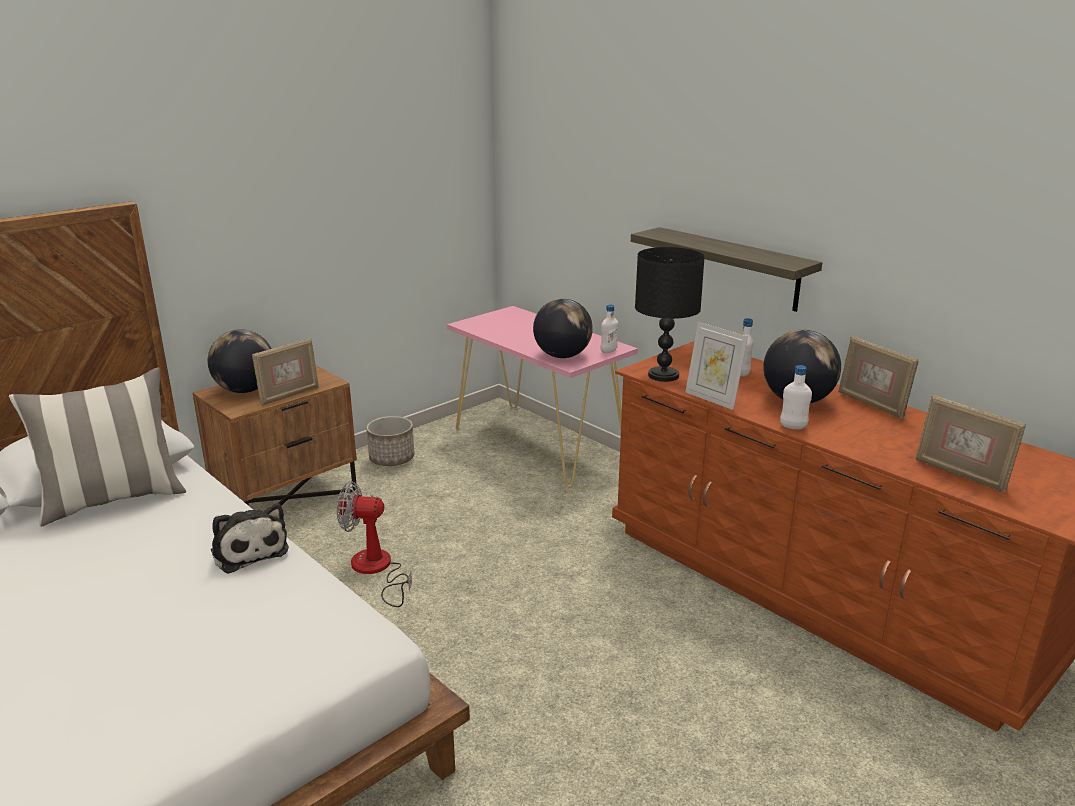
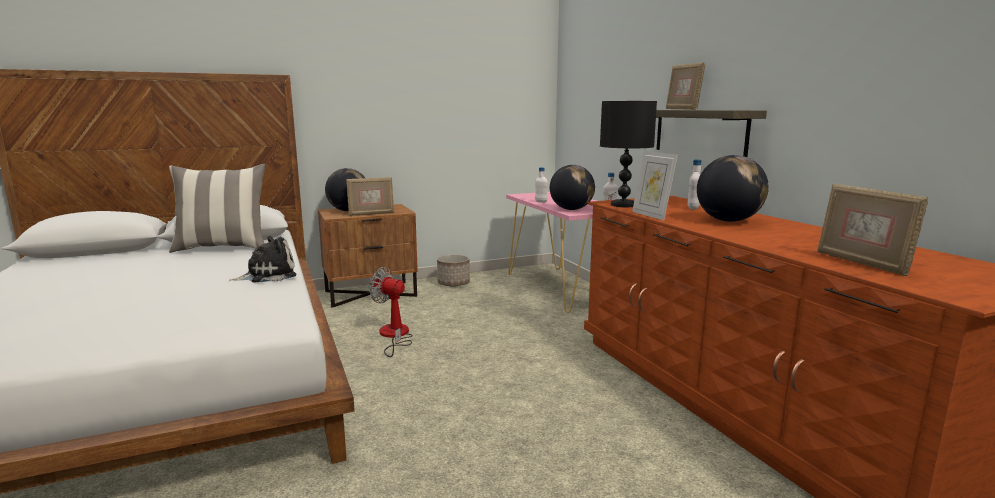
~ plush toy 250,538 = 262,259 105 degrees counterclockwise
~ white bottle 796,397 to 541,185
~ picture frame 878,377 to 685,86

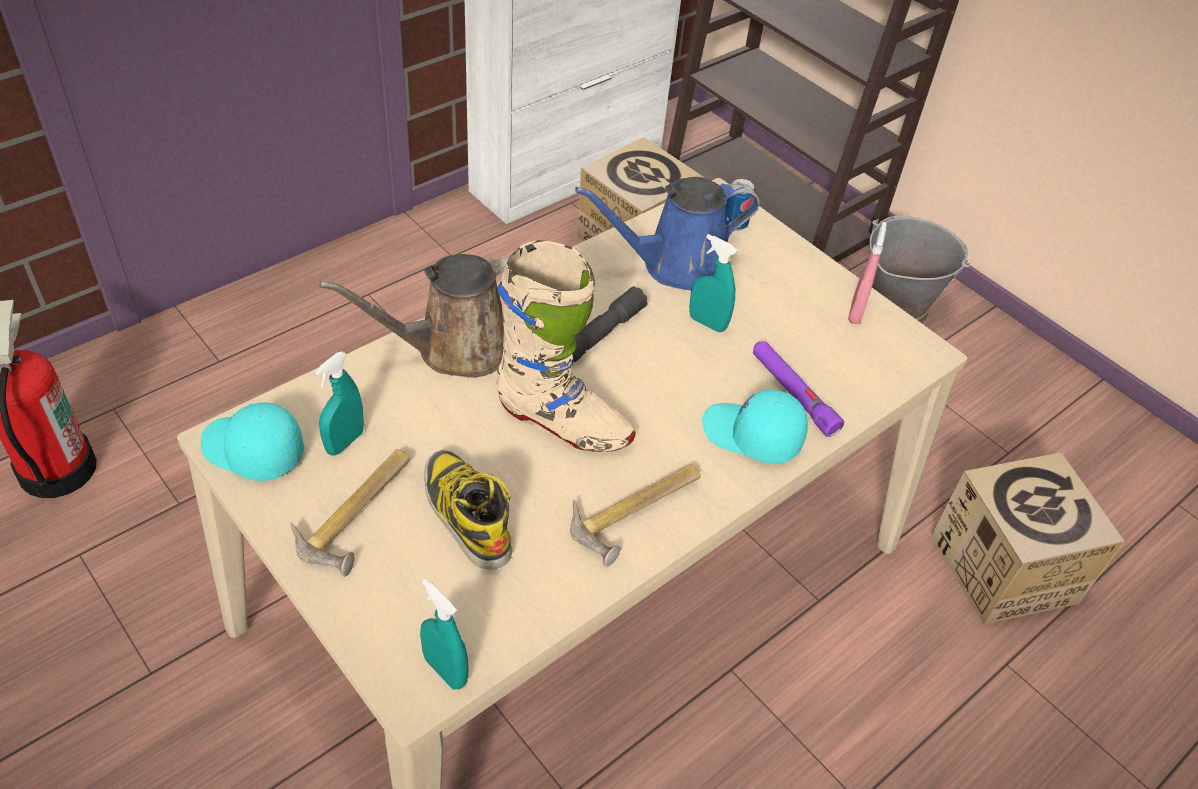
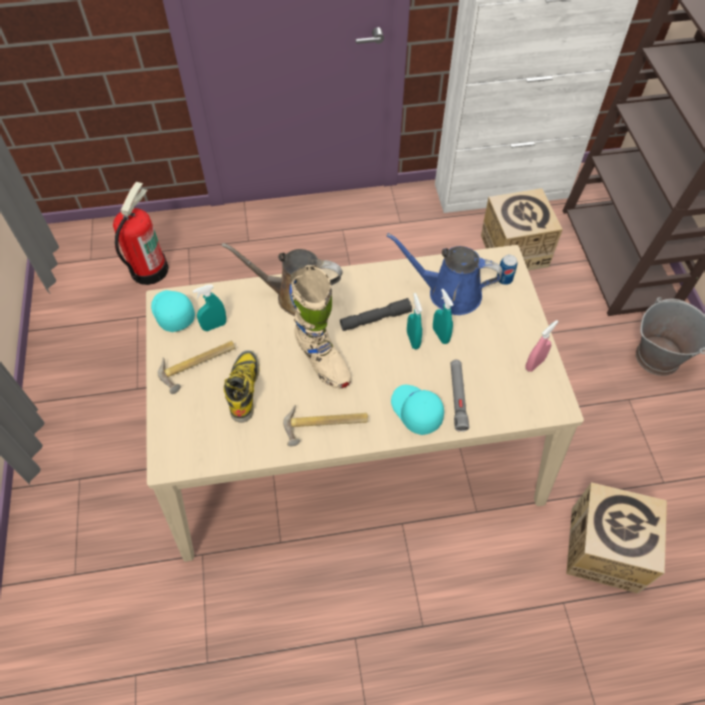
~ turquoise spray bottle 444,634 to 414,321
~ purple flashlight 798,389 to grey flashlight 460,395

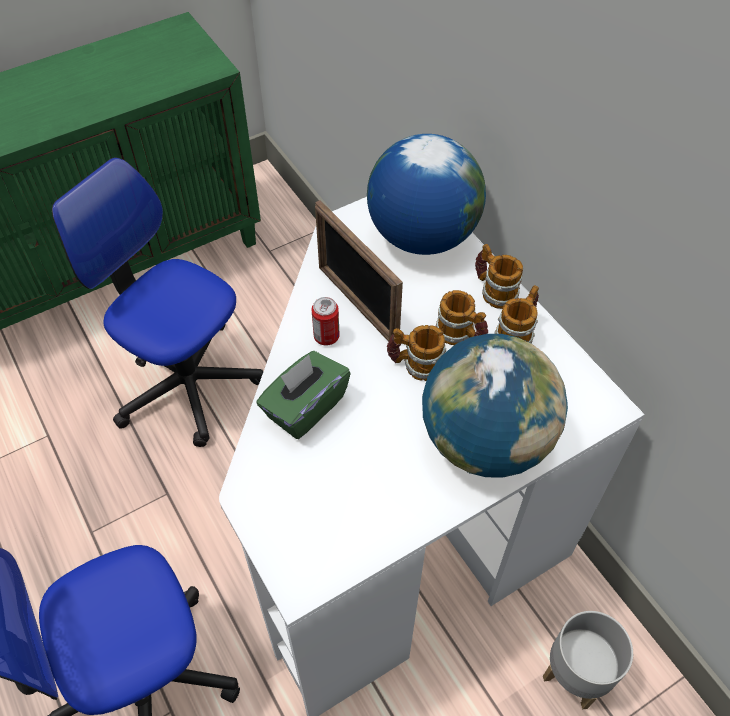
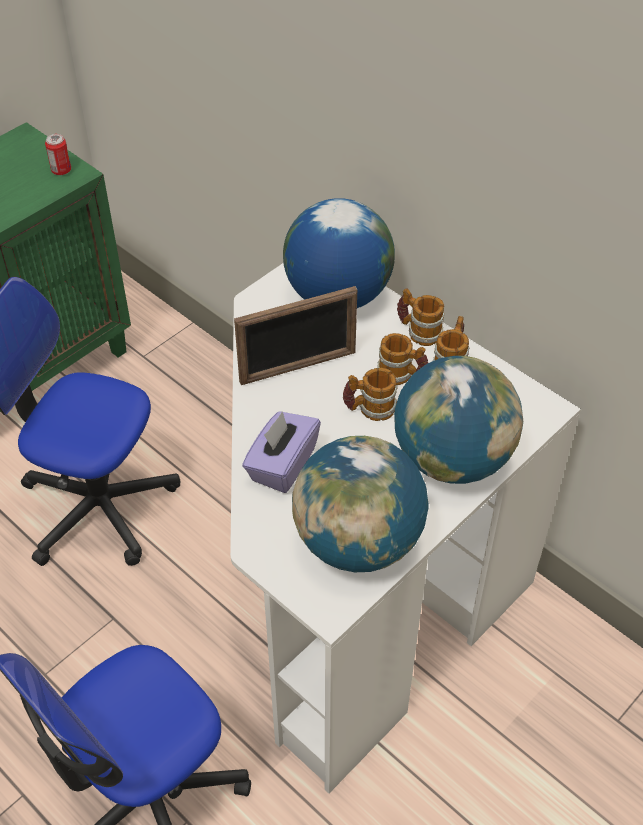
~ can 325,321 to 58,154
~ picture frame 359,271 = 295,335 60 degrees counterclockwise
~ green tissue box 303,395 to purple tissue box 281,452
+ globe 360,504
- grey planter 588,660

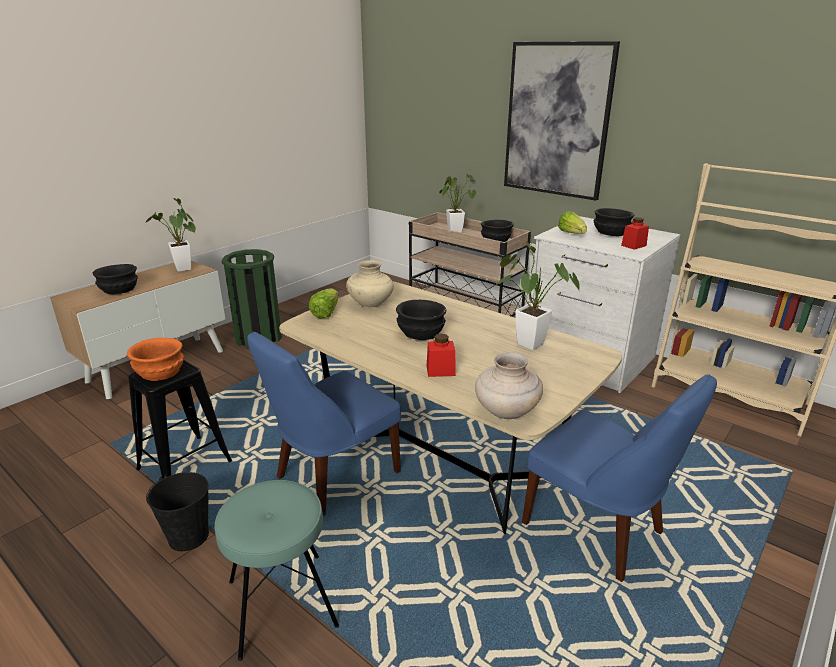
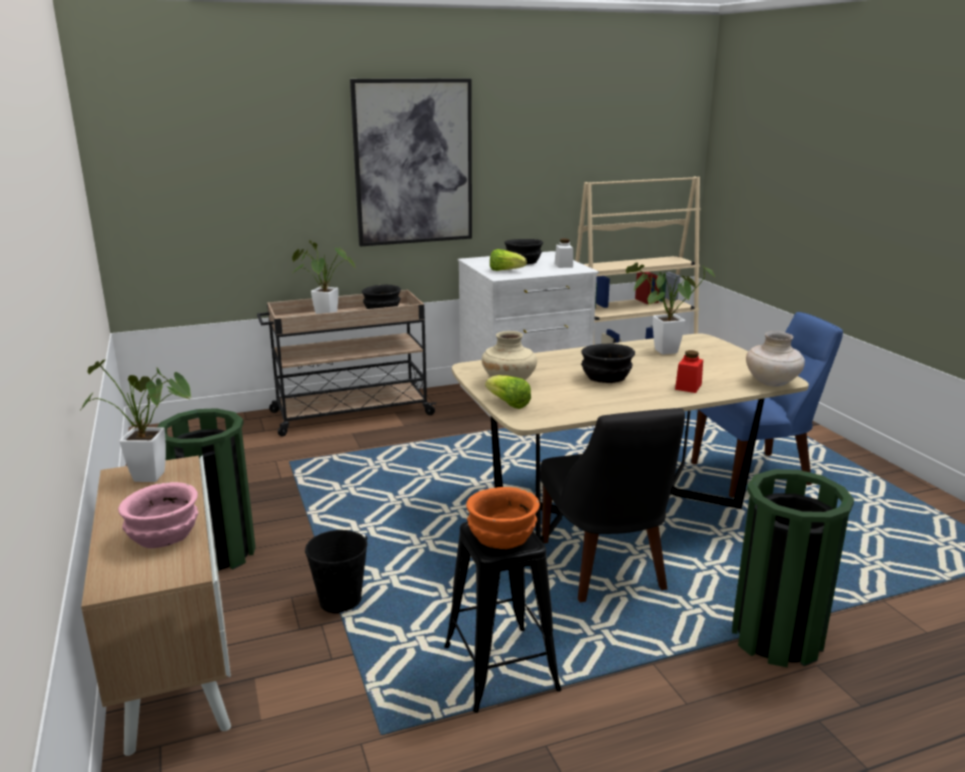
~ black bowl 115,279 to pink bowl 158,515
~ black bucket 177,511 to 336,572
~ blue chair 324,424 to black chair 612,505
~ red jar 635,233 to white jar 564,253
~ turquoise stool 277,570 to green trash can 793,568

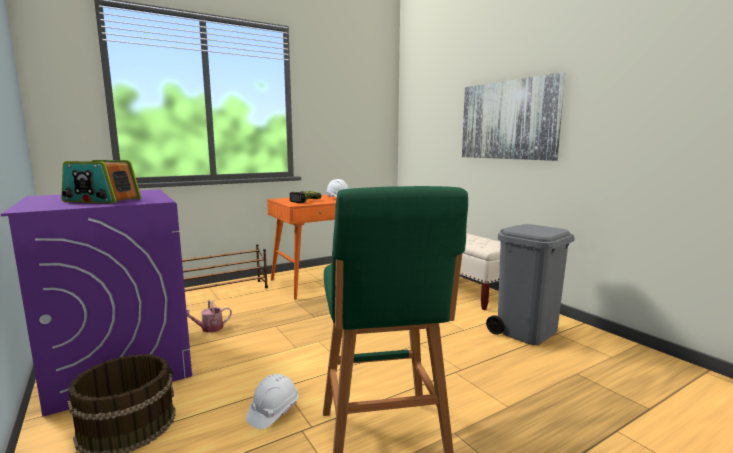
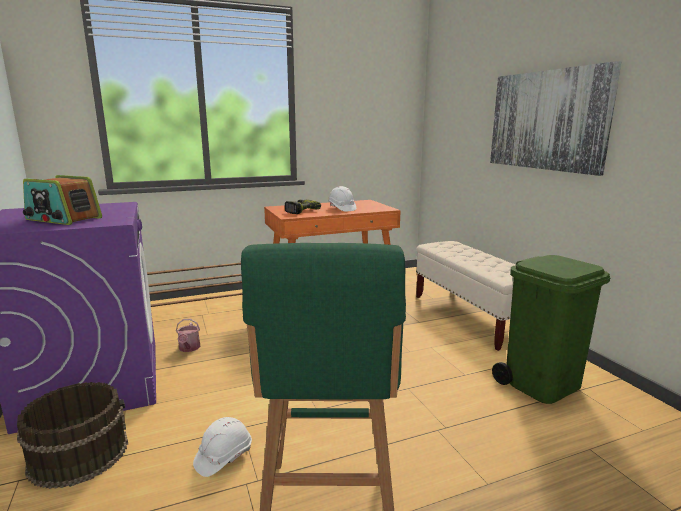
~ watering can 209,316 = 188,335 75 degrees counterclockwise
~ grey trash can 530,284 to green trash can 551,329

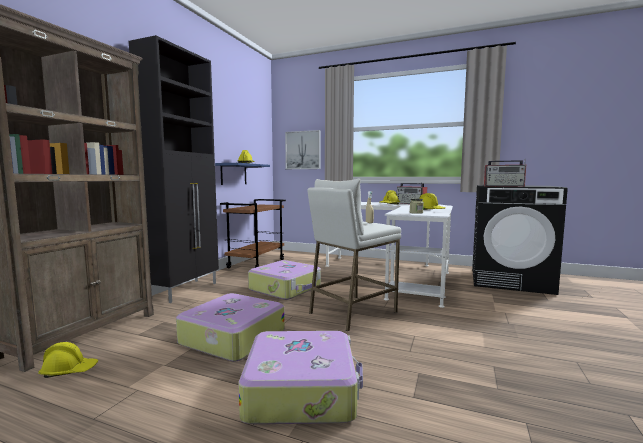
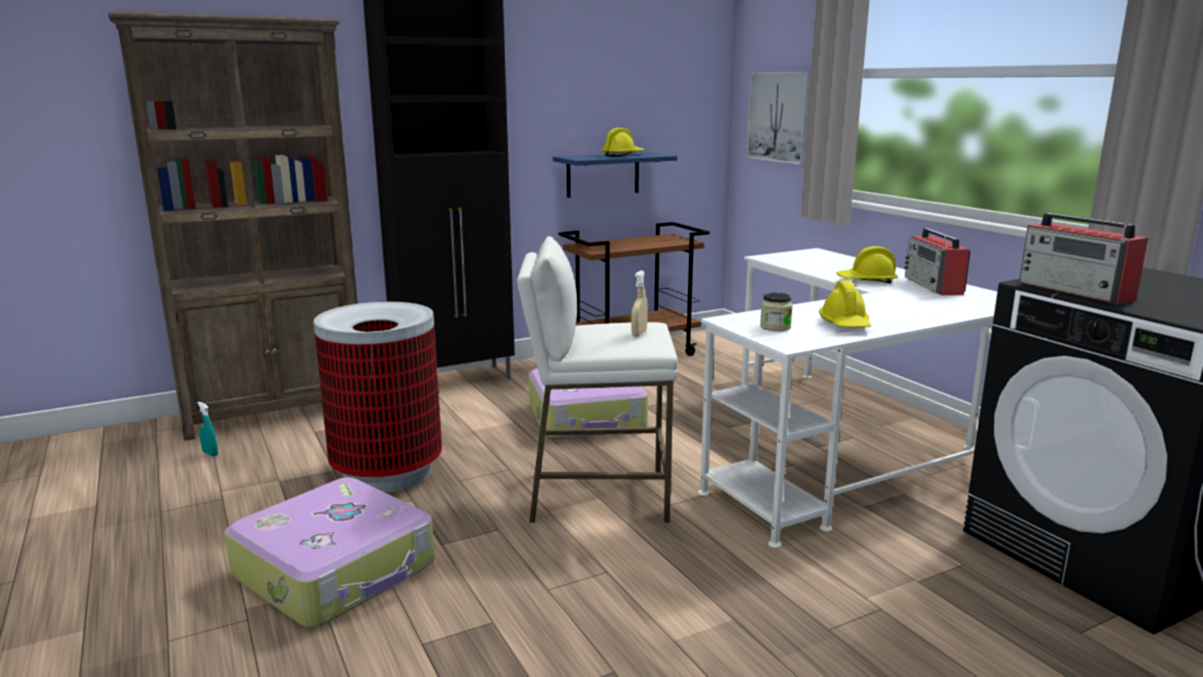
~ yellow hard hat 68,360 to turquoise spray bottle 207,429
~ suitcase 230,327 to trash can 378,397

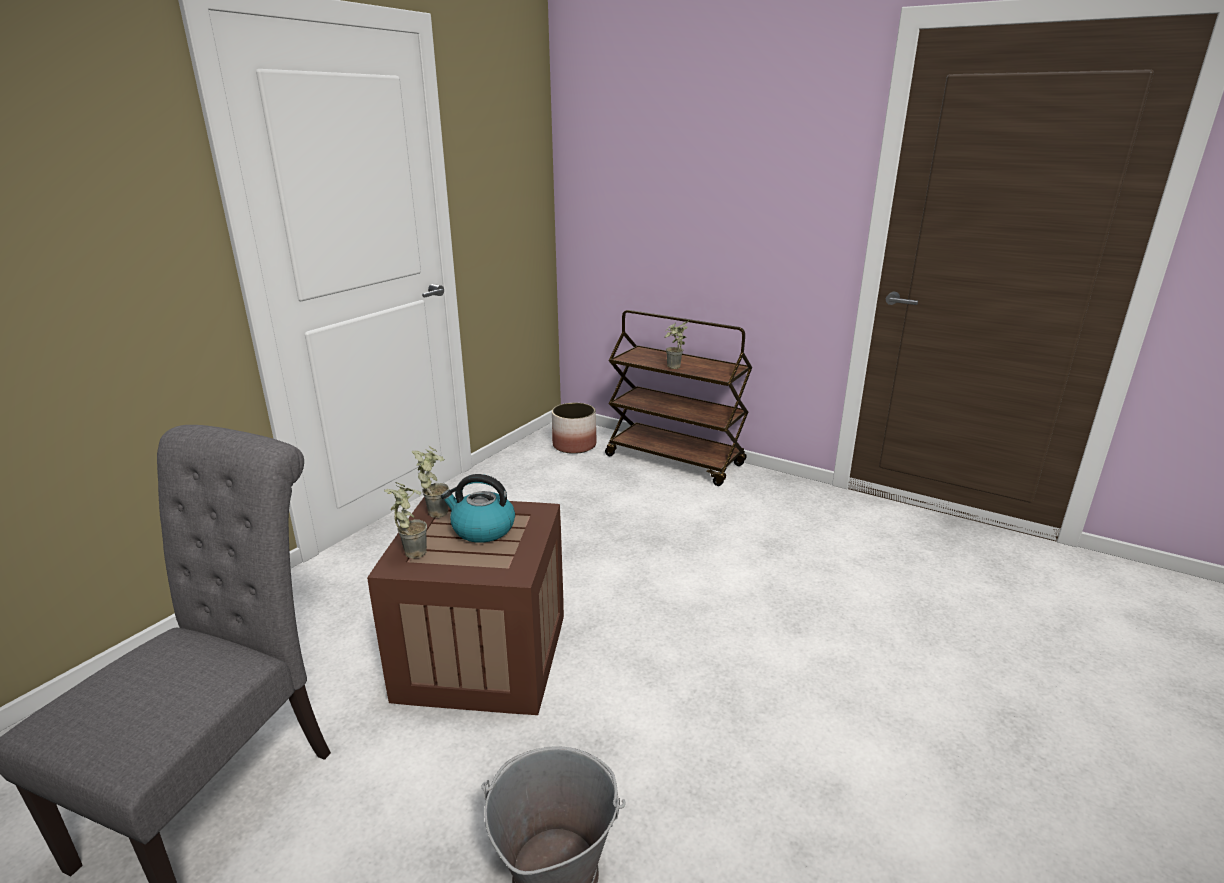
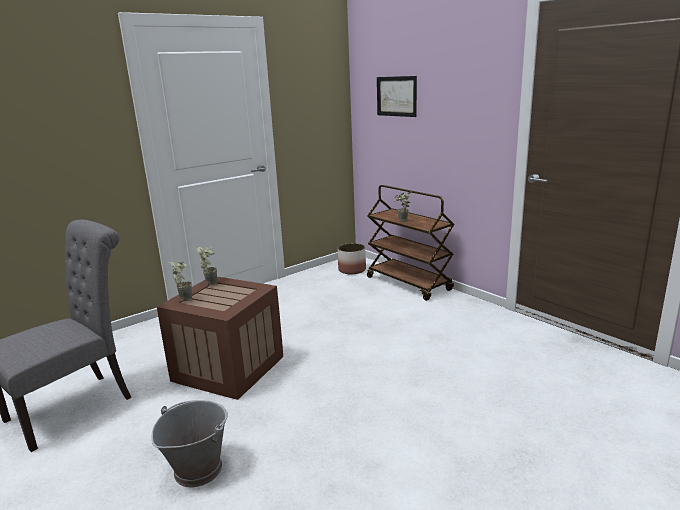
+ picture 397,96
- kettle 478,508

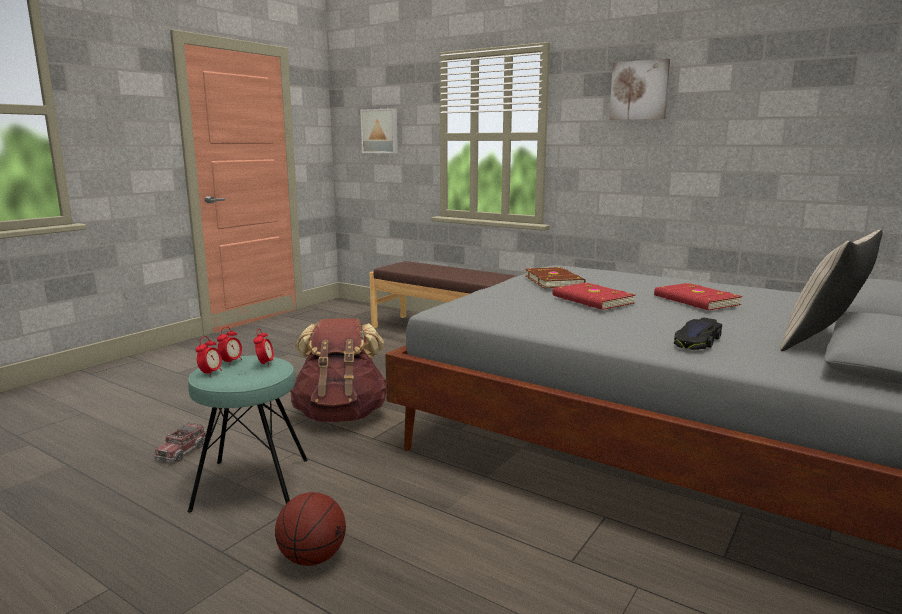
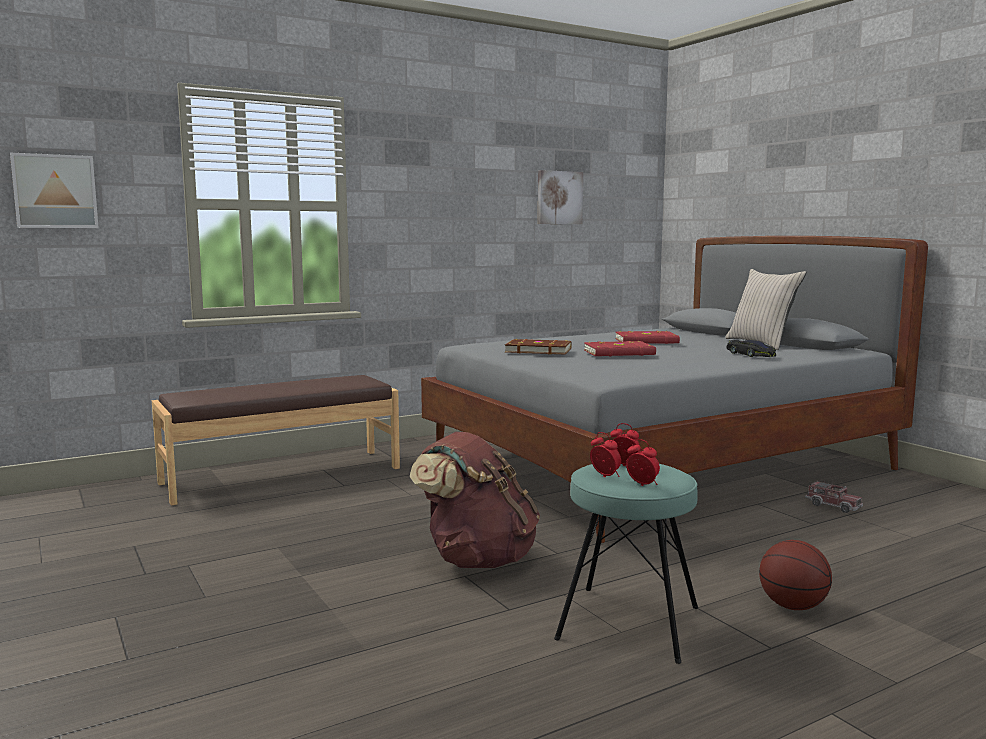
~ picture 639,89 to 560,197
~ toy truck 180,442 to 834,496

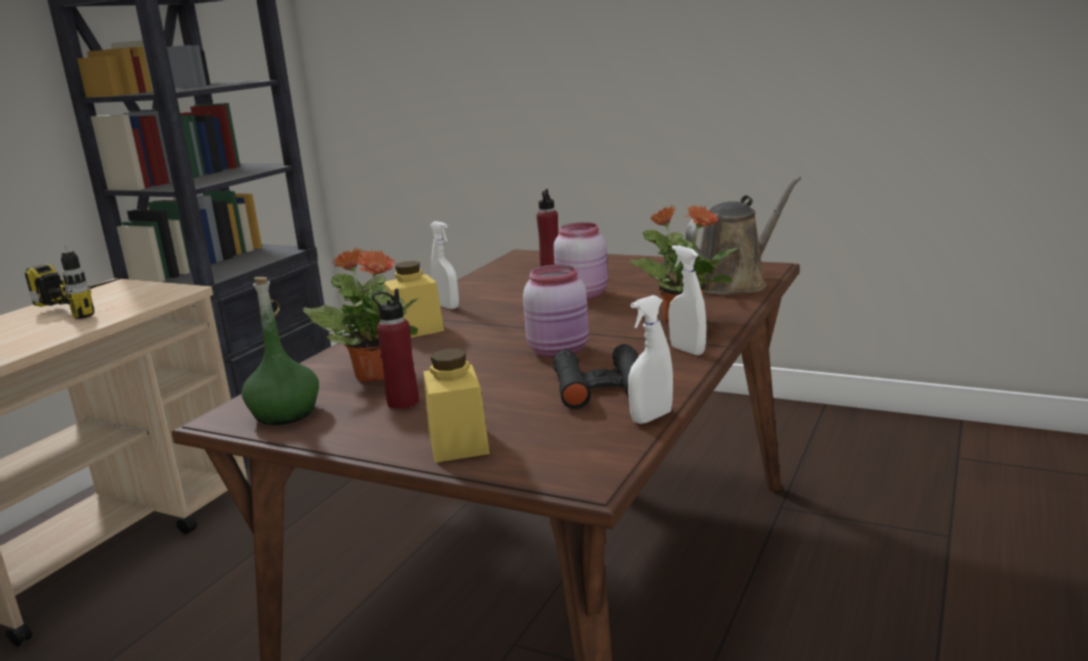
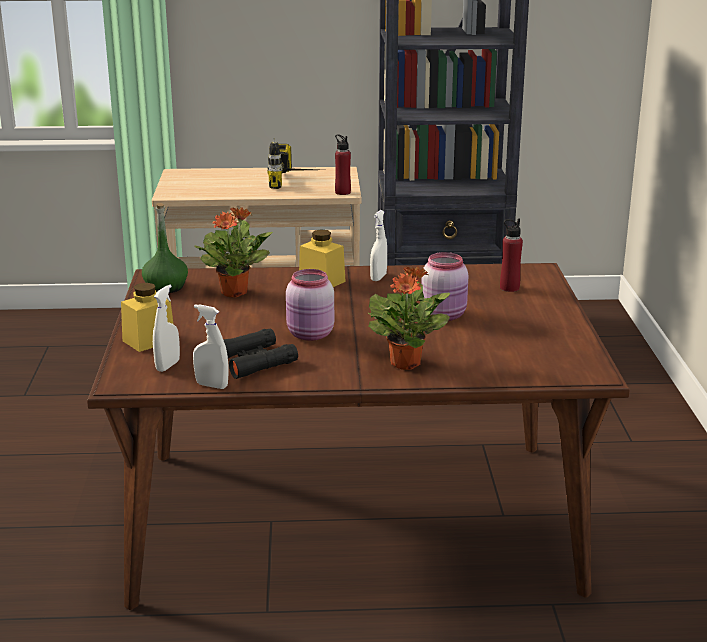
~ white spray bottle 687,300 to 166,328
~ red bottle 395,349 to 343,164
- brown watering can 743,235

